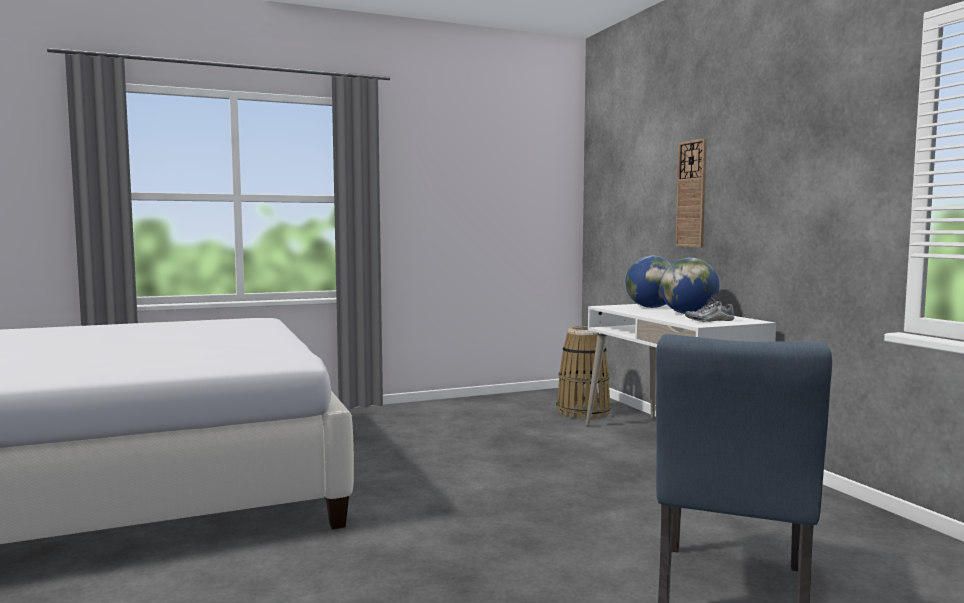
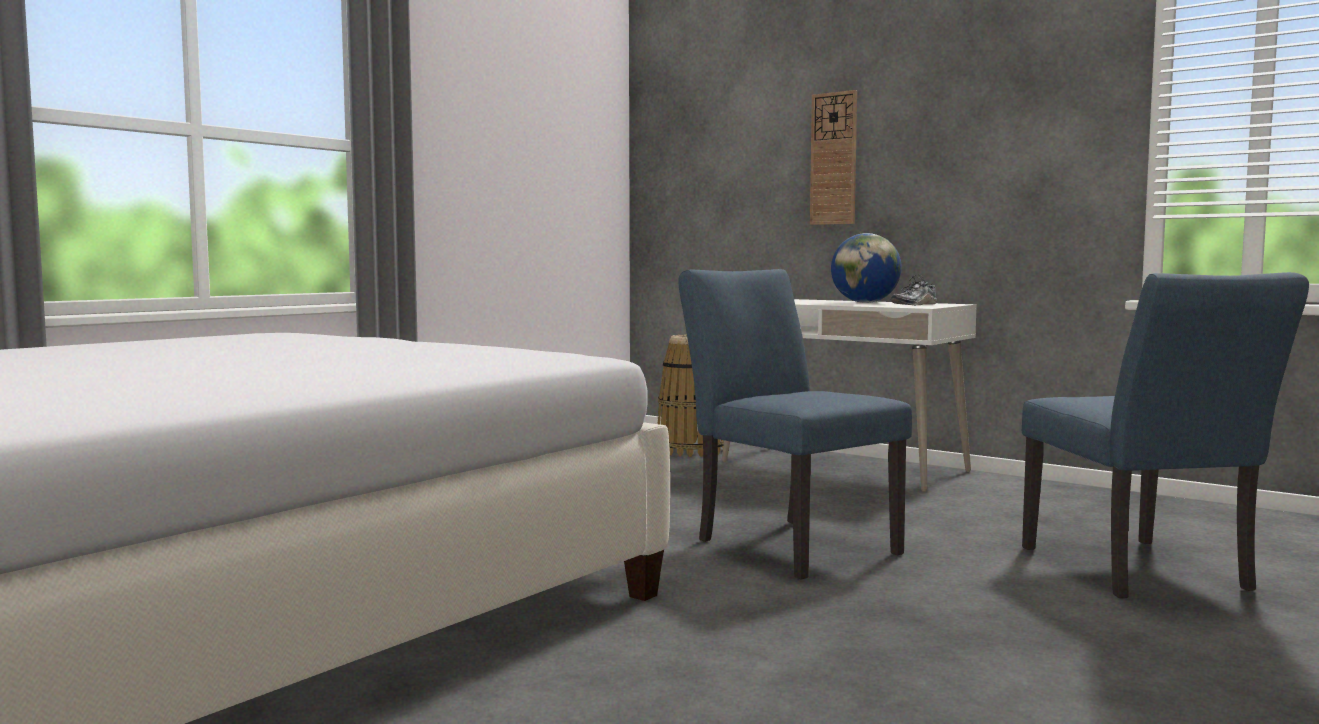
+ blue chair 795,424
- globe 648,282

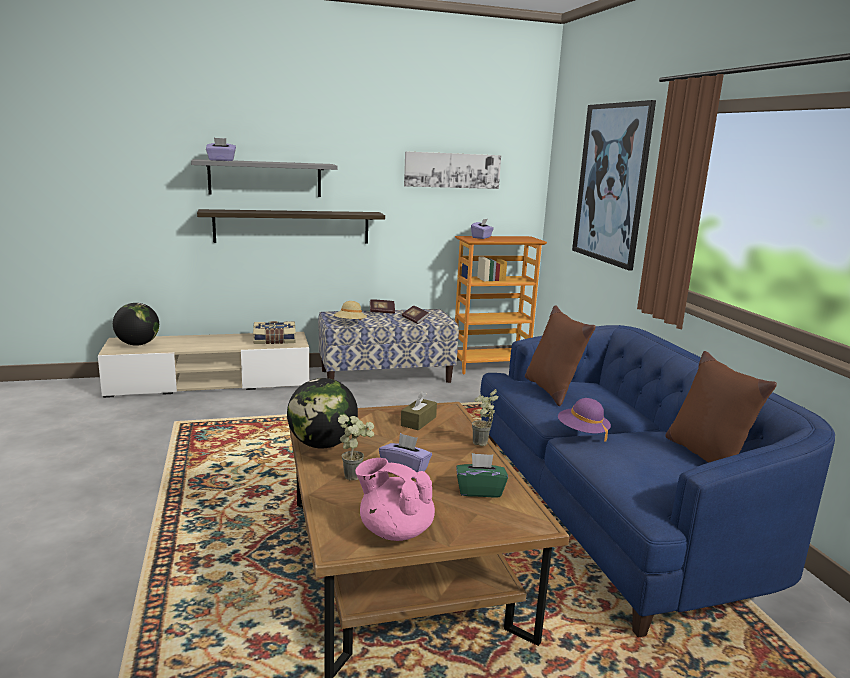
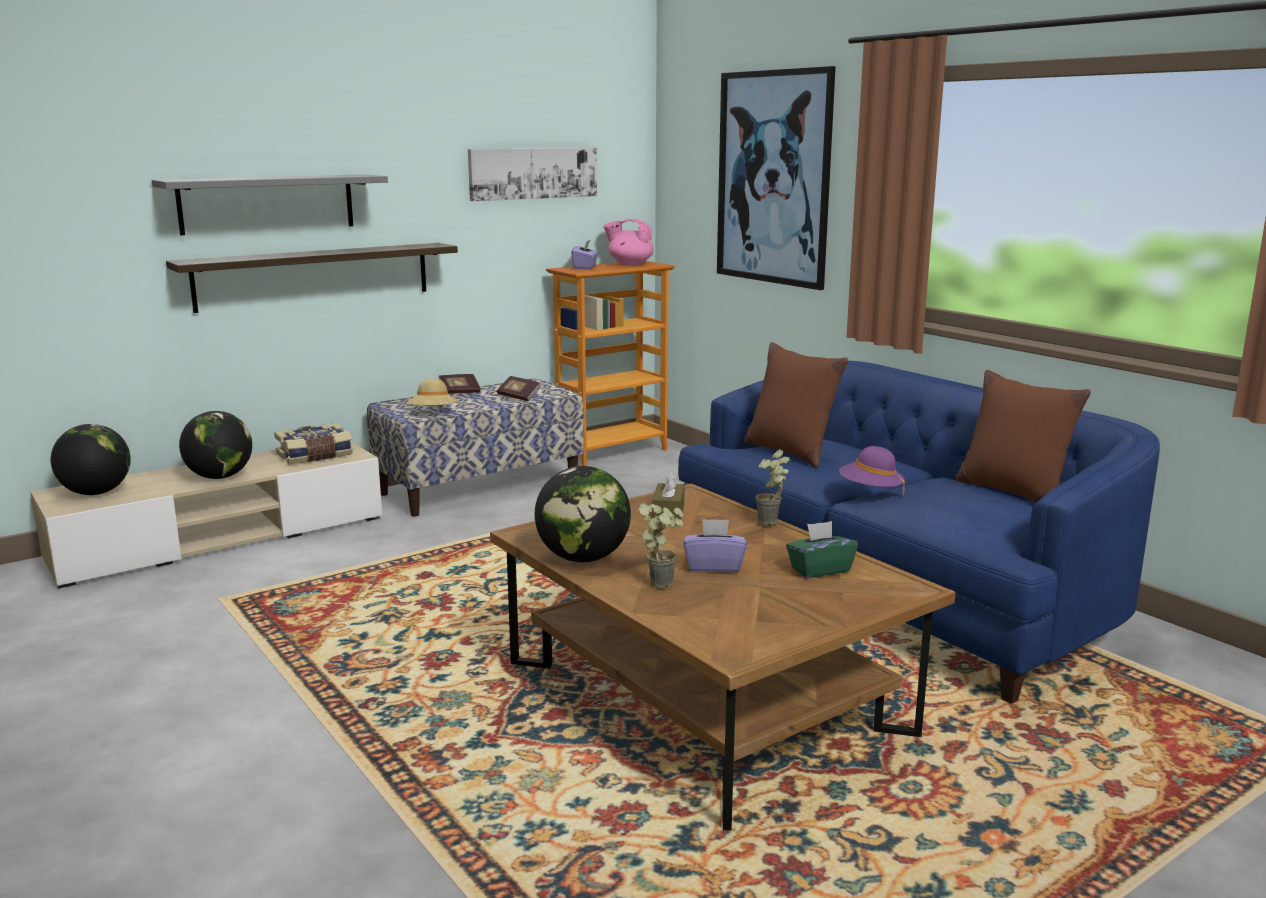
+ globe 215,445
~ pink teapot 395,499 to 628,242
- purple tissue box 221,149

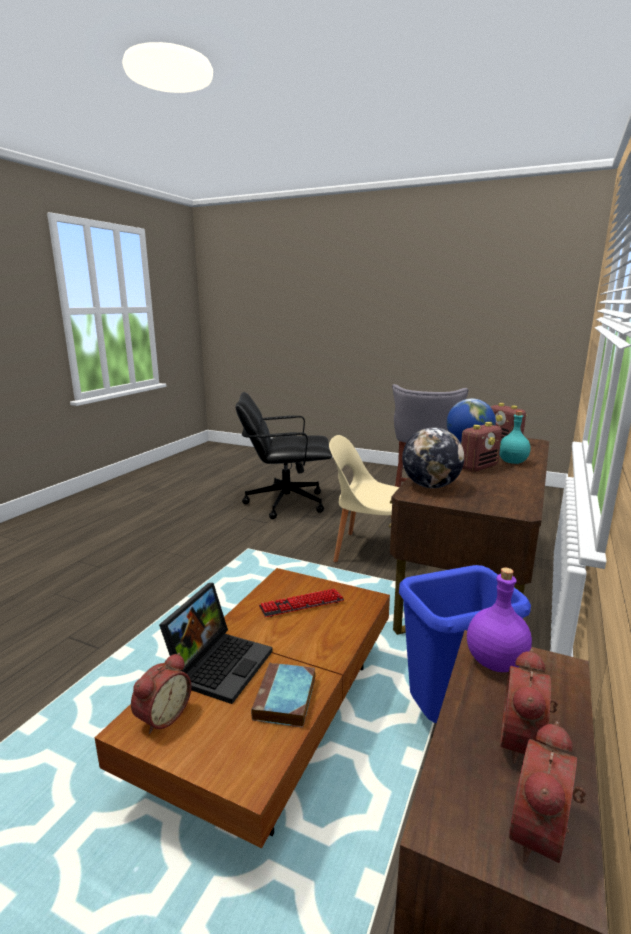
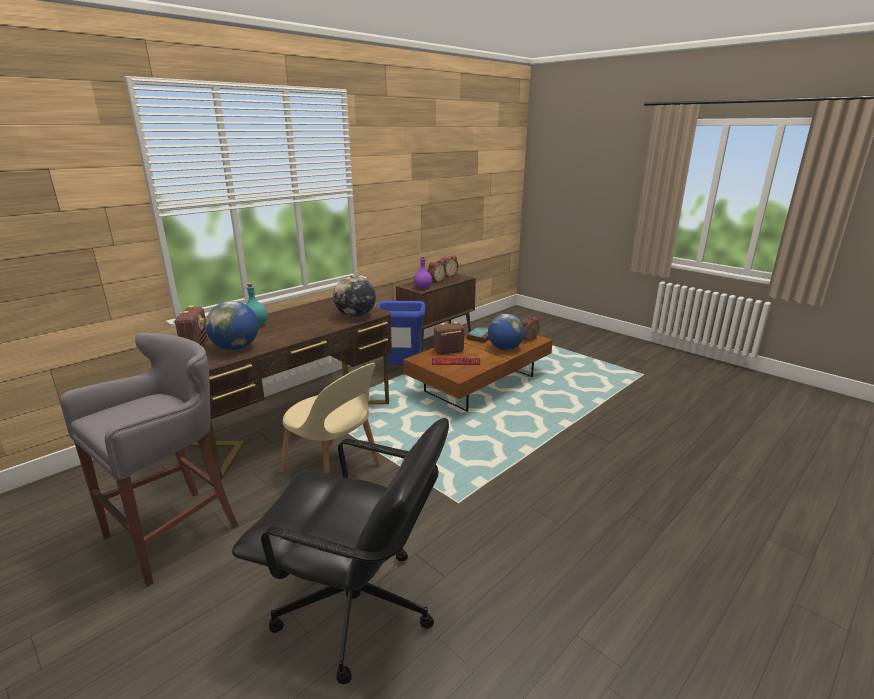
~ radio 481,447 to 449,338
~ laptop 215,643 to globe 506,332

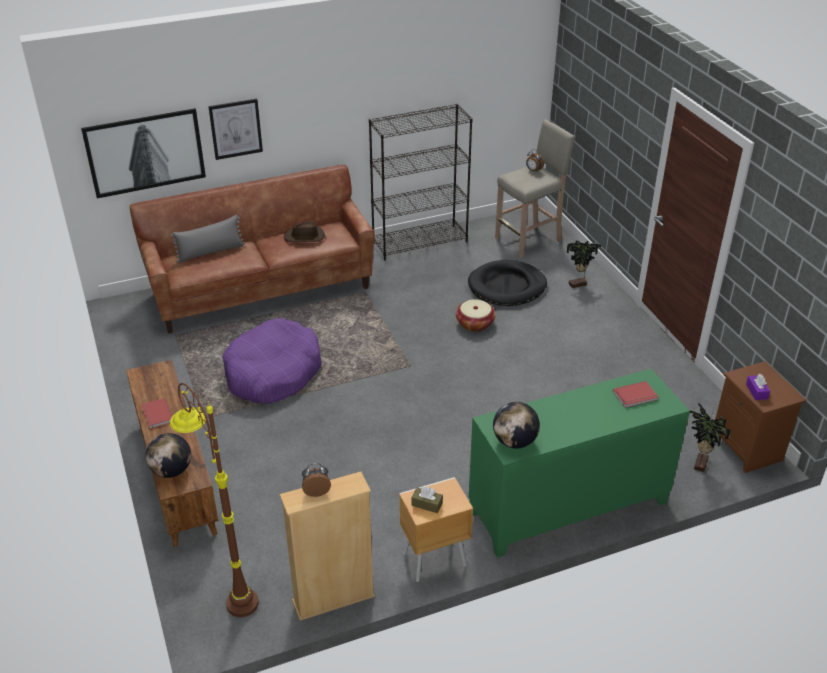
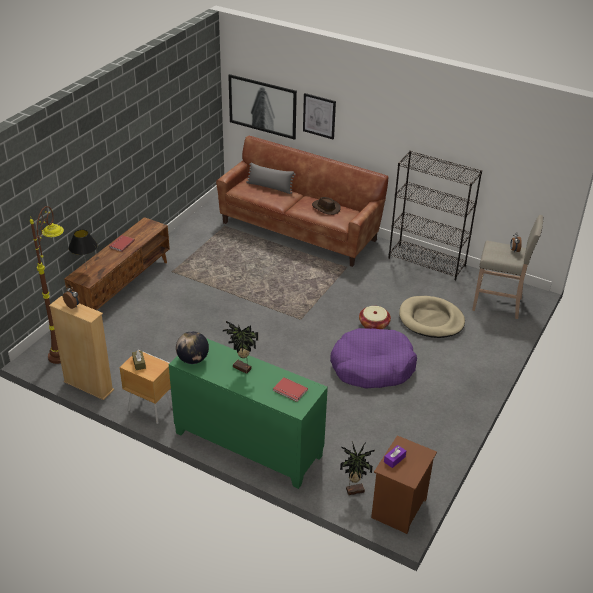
~ globe 168,455 to black table lamp 83,249
~ potted plant 584,264 to 240,347
~ purple dog bed 272,361 to 373,358
~ black dog bed 507,283 to beige dog bed 432,317

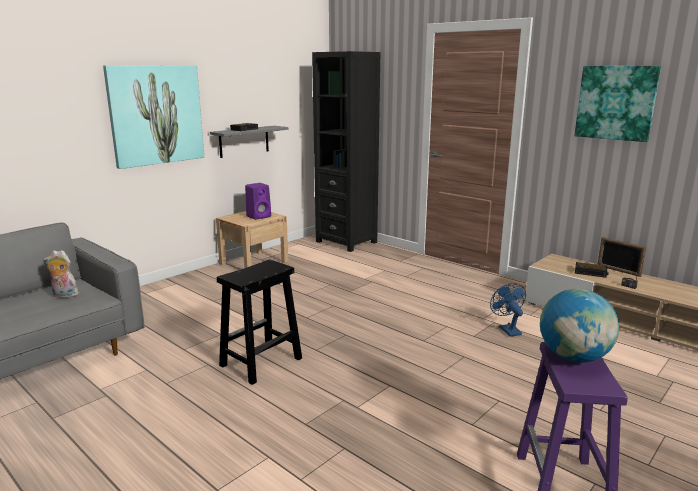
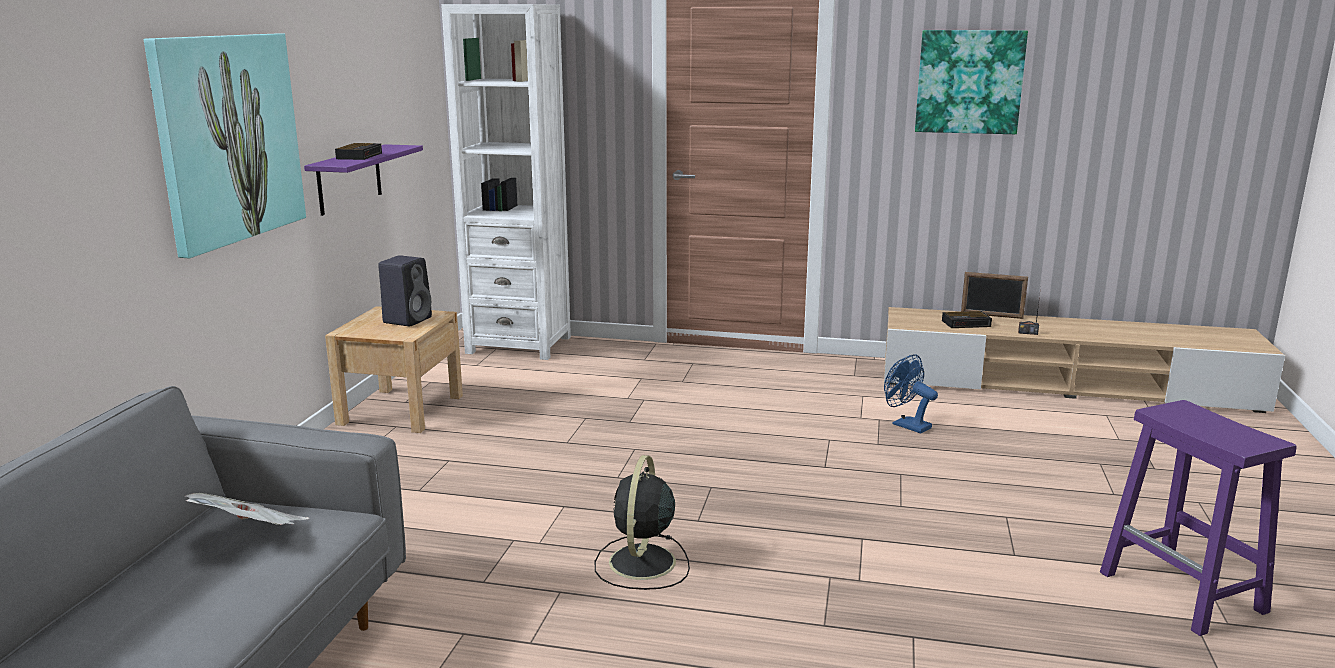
~ plush toy 61,274 to newspaper 247,509
~ grey shelf 249,142 to purple shelf 363,180
~ purple speaker 258,201 to black speaker 405,290
~ black bookcase 346,151 to white bookcase 506,182
~ black stool 259,322 to black fan 642,522
- globe 579,326

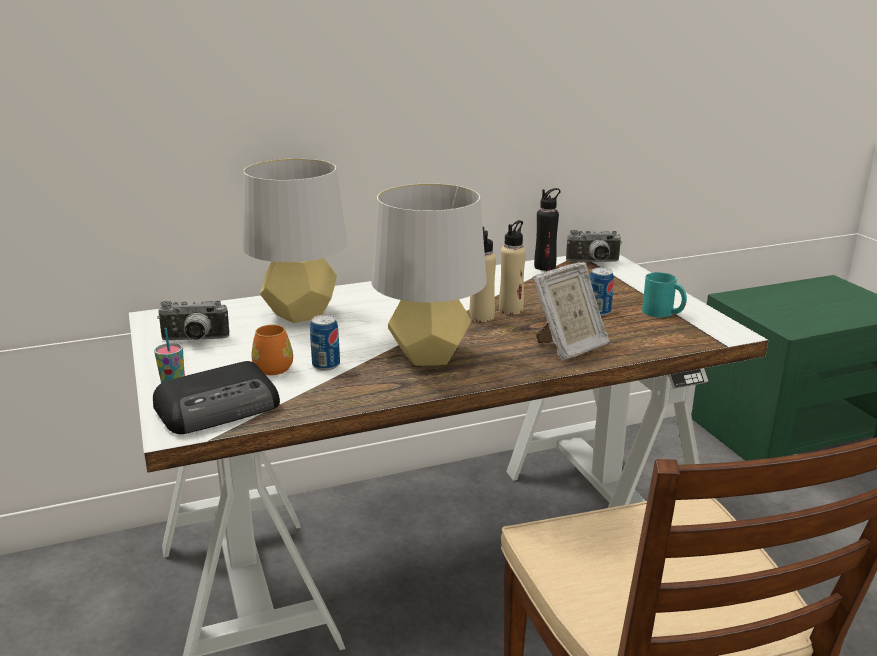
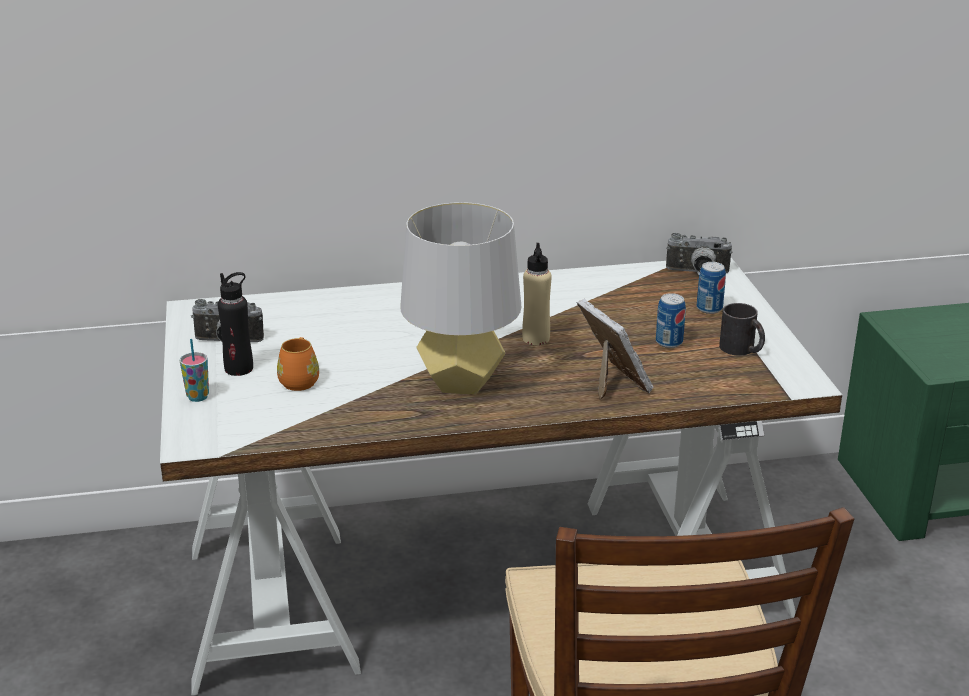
~ black bottle 547,229 to 235,324
~ picture frame 571,311 = 615,349 90 degrees counterclockwise
~ can 325,343 to 711,288
~ turquoise mug 664,294 to black mug 742,329
- radio 216,397
- grey table lamp 295,241
- beige bottle 512,267

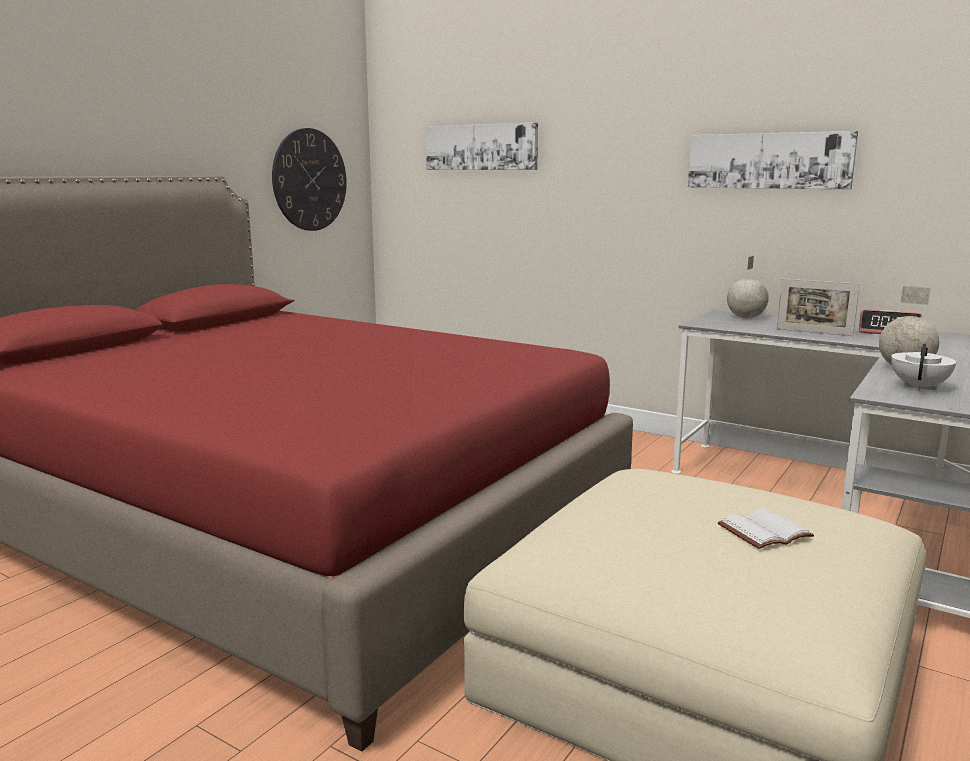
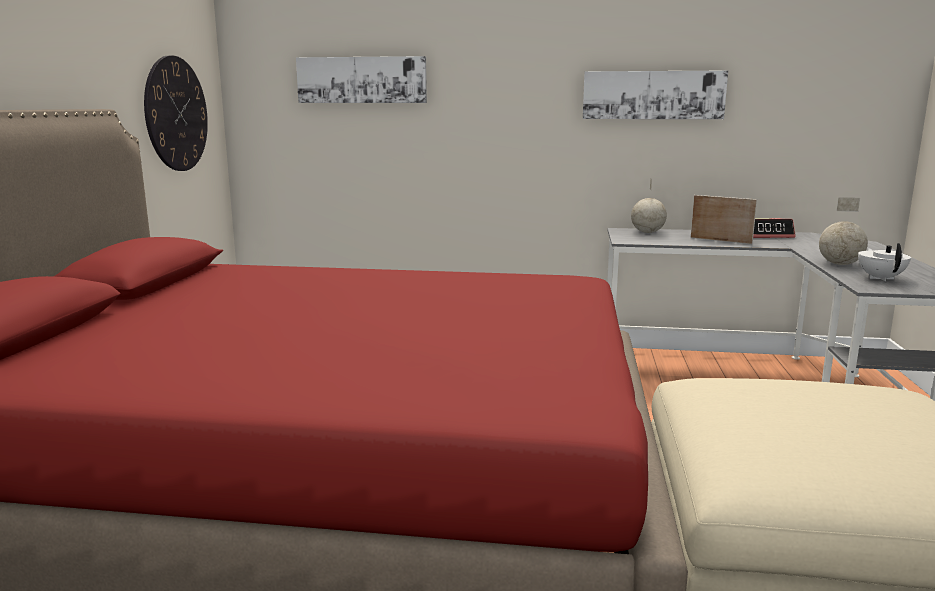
~ picture frame 818,307 = 724,219 150 degrees counterclockwise
- white book 766,528

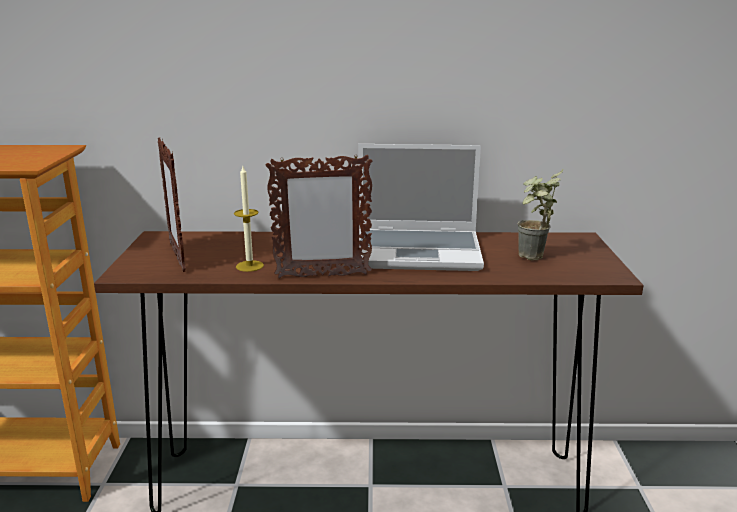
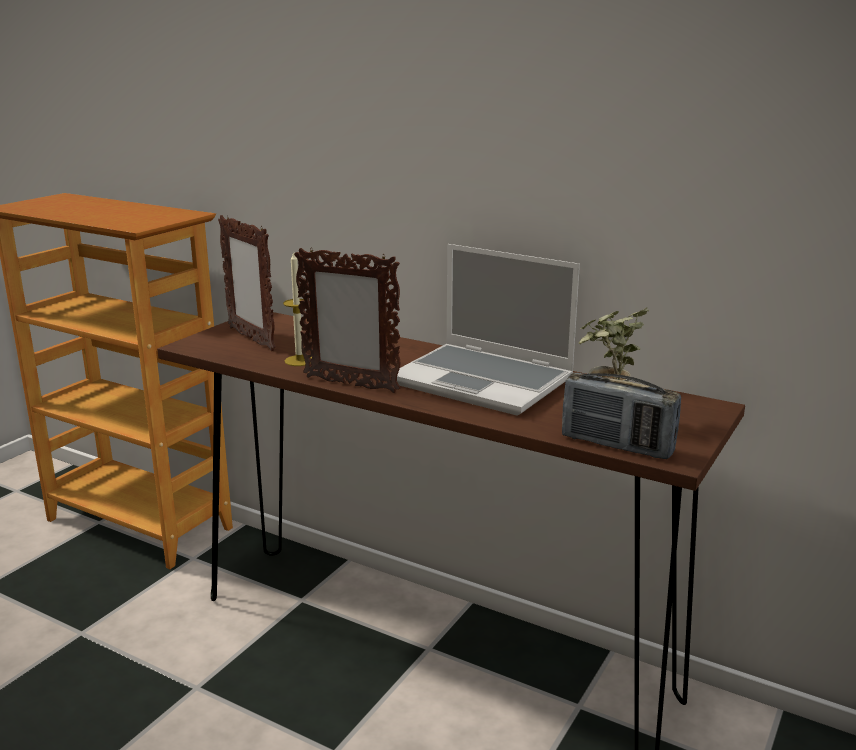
~ picture frame 172,205 = 247,283 45 degrees counterclockwise
+ radio 621,415

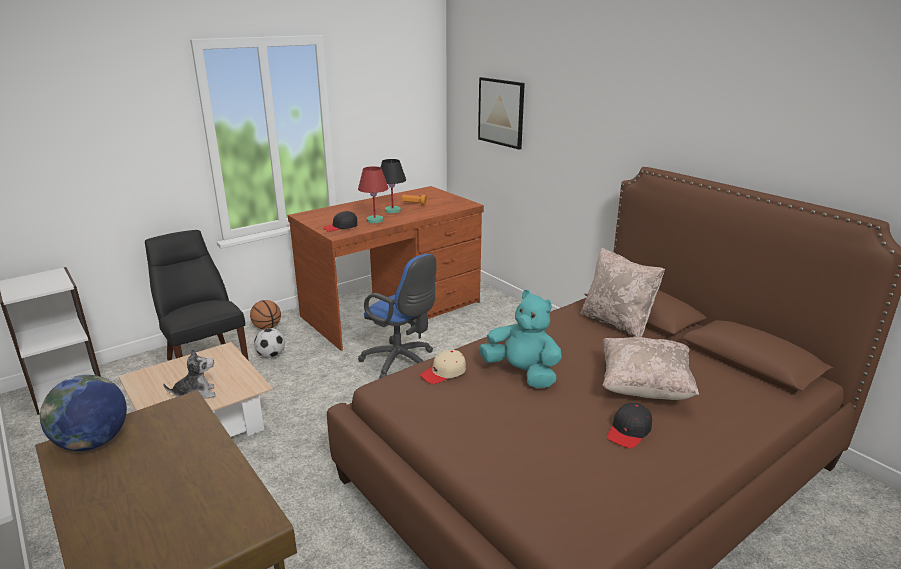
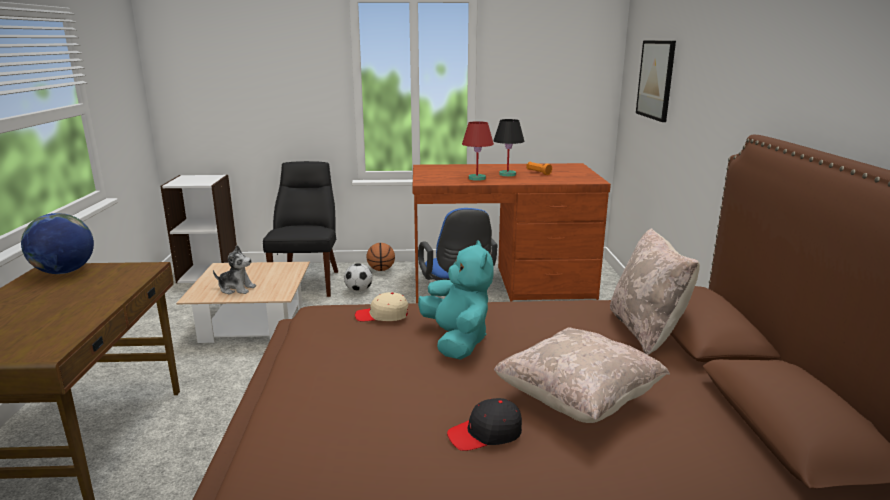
- black cap 340,221

